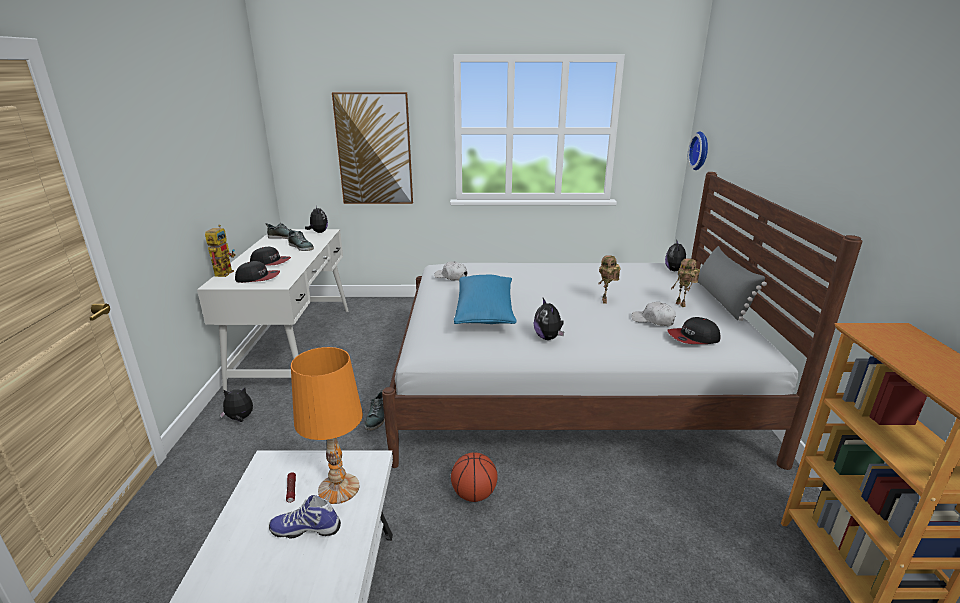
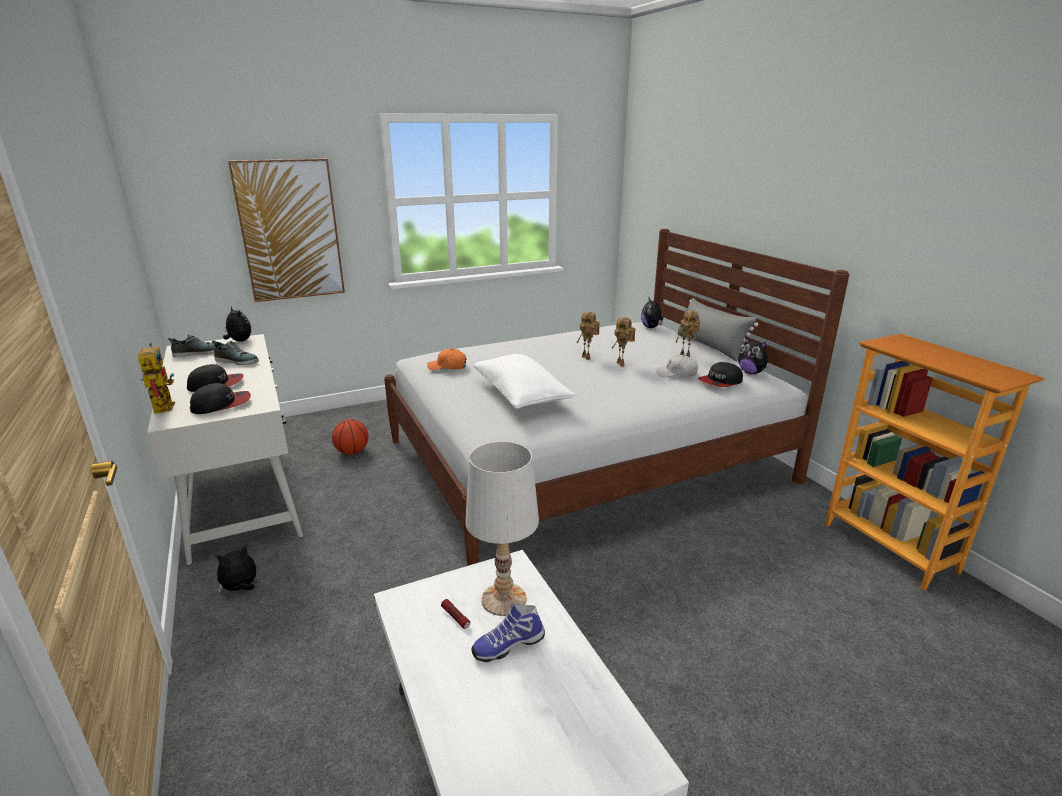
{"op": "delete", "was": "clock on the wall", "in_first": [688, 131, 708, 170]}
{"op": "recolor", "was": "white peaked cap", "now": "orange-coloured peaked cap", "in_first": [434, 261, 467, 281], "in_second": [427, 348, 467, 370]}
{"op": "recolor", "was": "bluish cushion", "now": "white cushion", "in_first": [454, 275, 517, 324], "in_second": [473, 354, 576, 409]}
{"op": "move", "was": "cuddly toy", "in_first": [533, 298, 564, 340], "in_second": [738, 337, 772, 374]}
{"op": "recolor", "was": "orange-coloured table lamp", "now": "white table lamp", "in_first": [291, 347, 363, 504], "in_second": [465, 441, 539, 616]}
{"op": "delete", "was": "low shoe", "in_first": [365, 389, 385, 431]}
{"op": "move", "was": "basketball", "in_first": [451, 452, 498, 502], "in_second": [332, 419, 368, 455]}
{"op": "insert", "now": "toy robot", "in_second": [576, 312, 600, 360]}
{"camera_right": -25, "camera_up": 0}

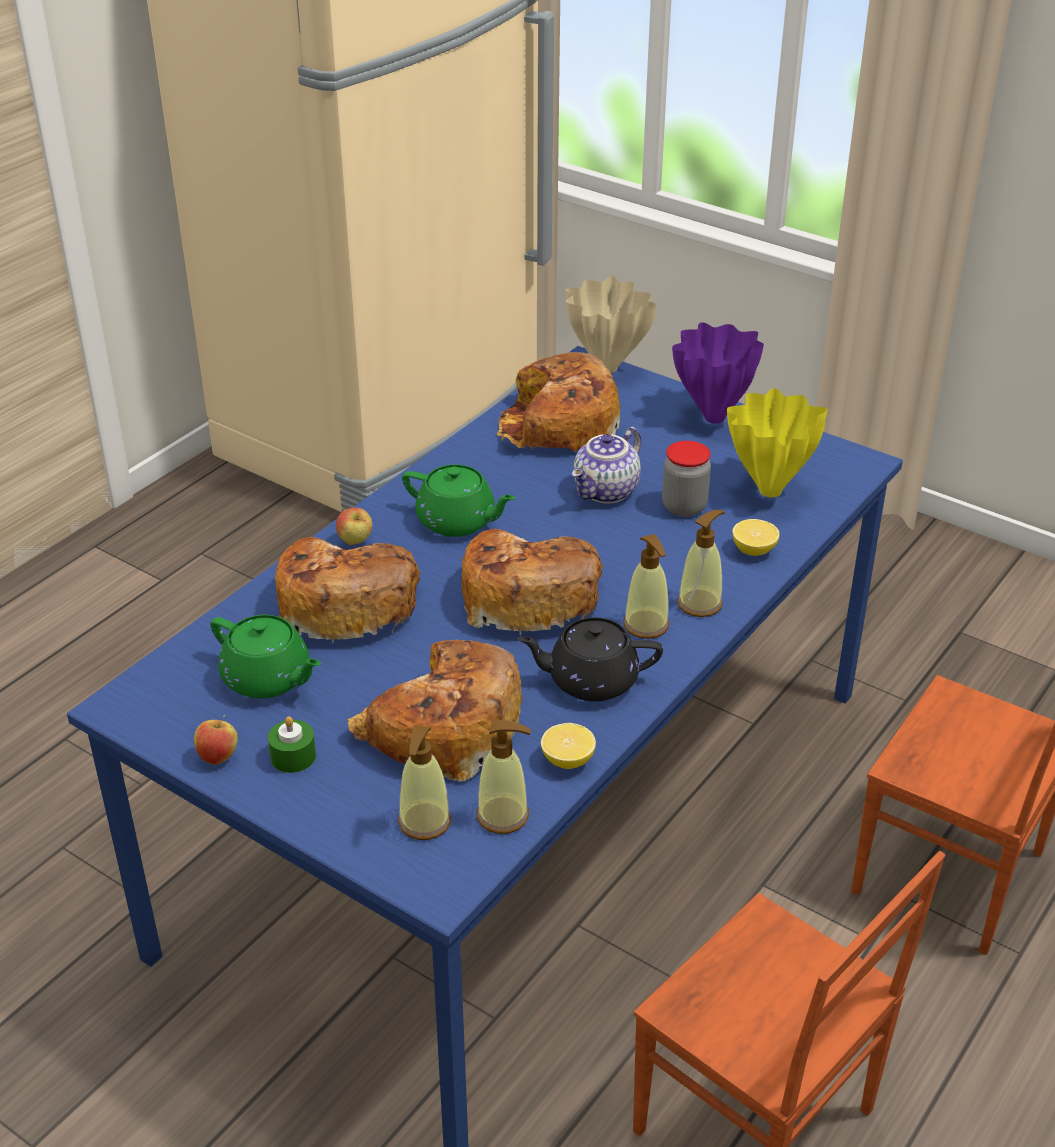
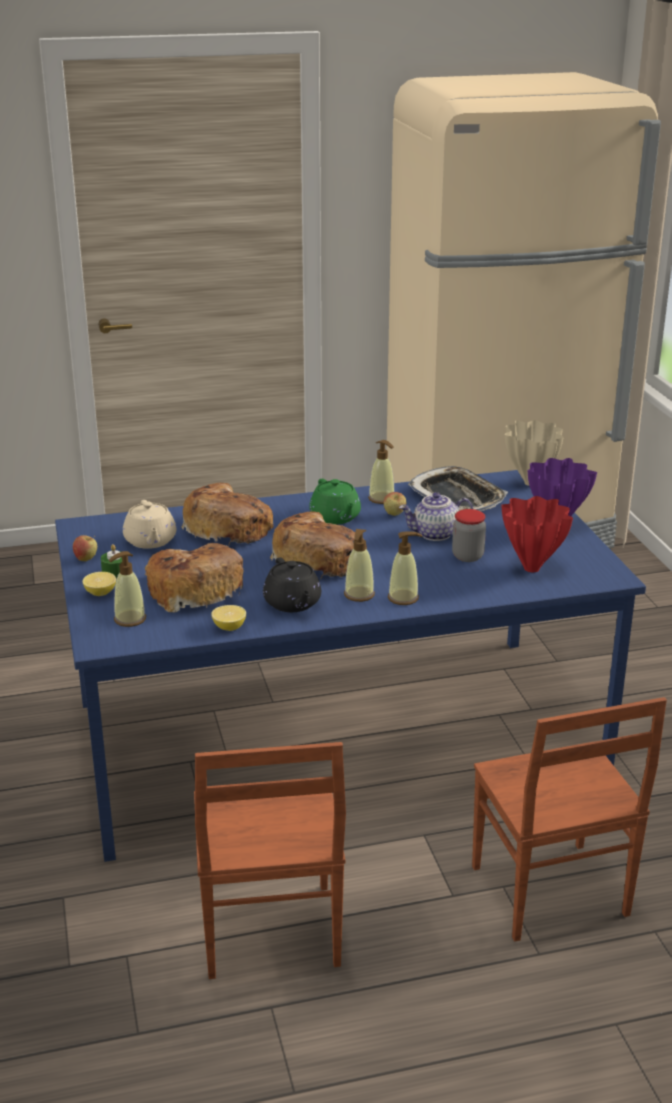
{"op": "replace", "was": "bread", "now": "serving tray", "in_first": [497, 352, 620, 452], "in_second": [408, 466, 508, 511]}
{"op": "recolor", "was": "yellow-coloured decorative vase", "now": "red-coloured decorative vase", "in_first": [727, 388, 828, 497], "in_second": [501, 496, 573, 572]}
{"op": "move", "was": "apple", "in_first": [336, 508, 372, 545], "in_second": [384, 492, 406, 516]}
{"op": "move", "was": "citrus fruit", "in_first": [732, 519, 779, 556], "in_second": [83, 572, 116, 596]}
{"op": "recolor", "was": "green-coloured pot for tea", "now": "beige pot for tea", "in_first": [210, 615, 321, 699], "in_second": [123, 500, 177, 549]}
{"op": "rotate", "was": "blackish pot for tea", "in_first": [517, 617, 663, 701], "in_second": [263, 557, 321, 612], "clockwise": -150}
{"op": "move", "was": "soap dispenser", "in_first": [476, 720, 531, 834], "in_second": [368, 440, 394, 504]}
{"camera_right": 40, "camera_up": -10}

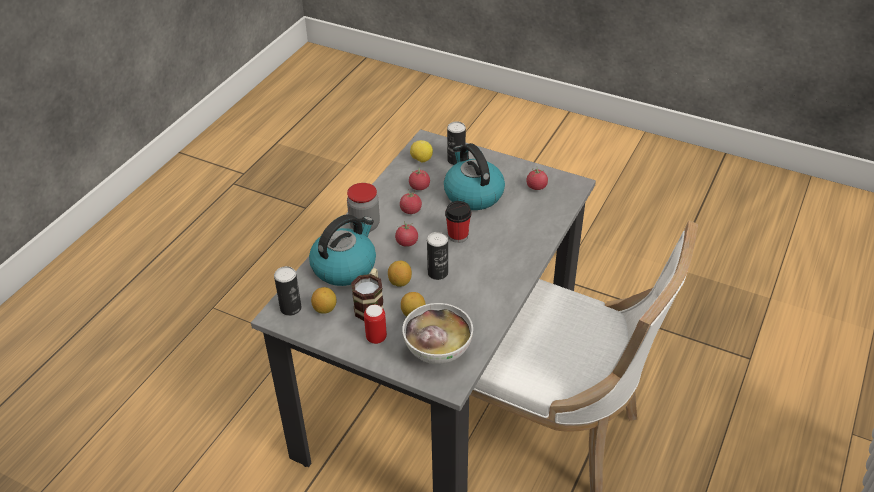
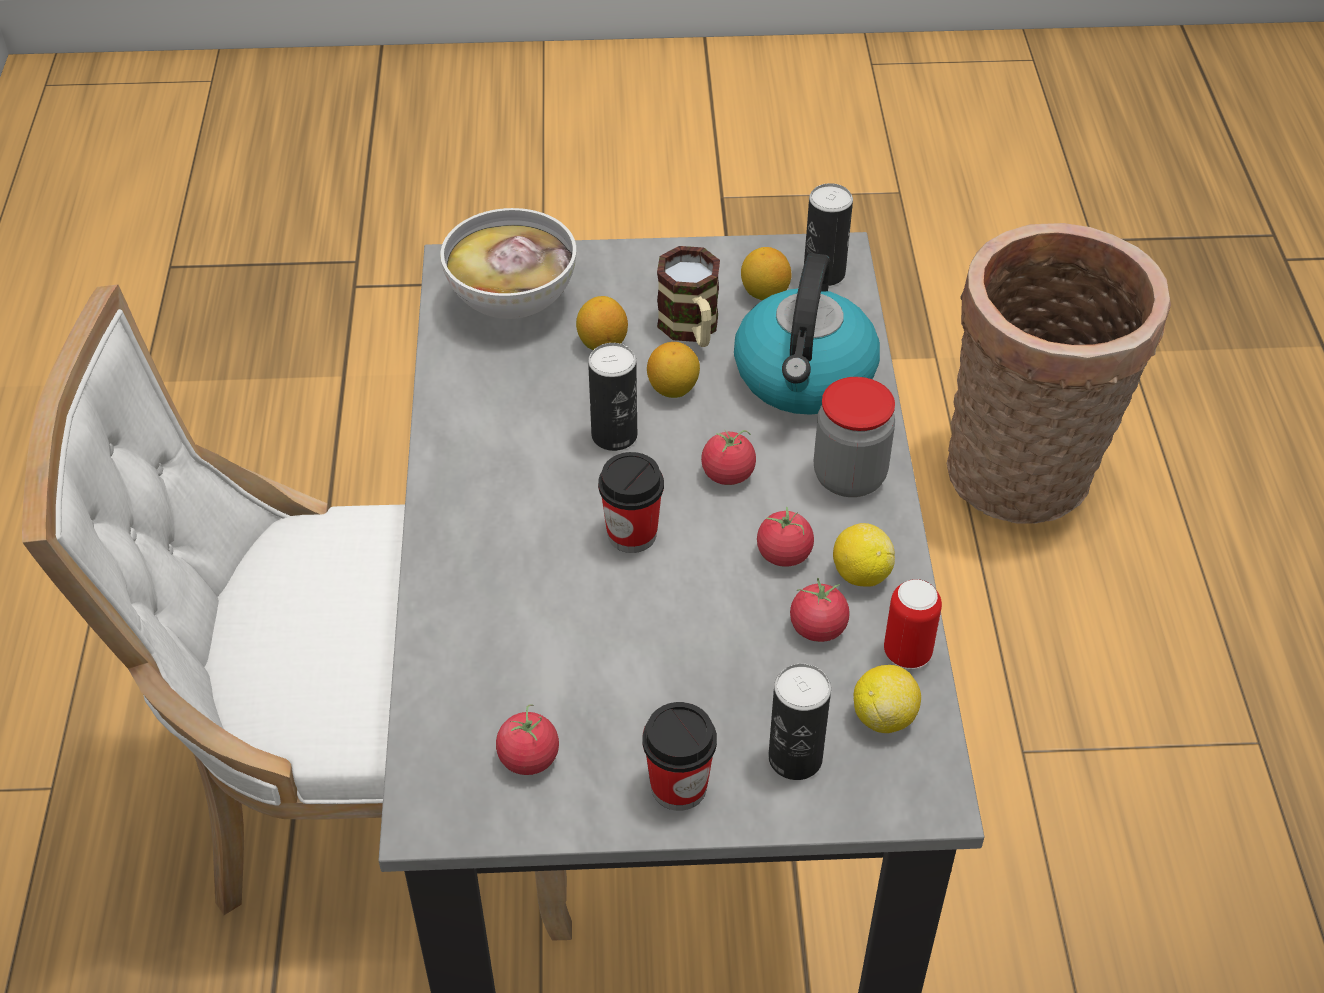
{"op": "delete", "was": "kettle", "in_first": [444, 143, 505, 210]}
{"op": "move", "was": "metal can", "in_first": [364, 304, 387, 344], "in_second": [884, 579, 942, 669]}
{"op": "insert", "now": "basket", "in_second": [947, 223, 1171, 524]}
{"op": "insert", "now": "citrus fruit", "in_second": [833, 523, 895, 587]}
{"op": "insert", "now": "drinking cup", "in_second": [642, 702, 717, 811]}
{"camera_right": 150, "camera_up": 5}

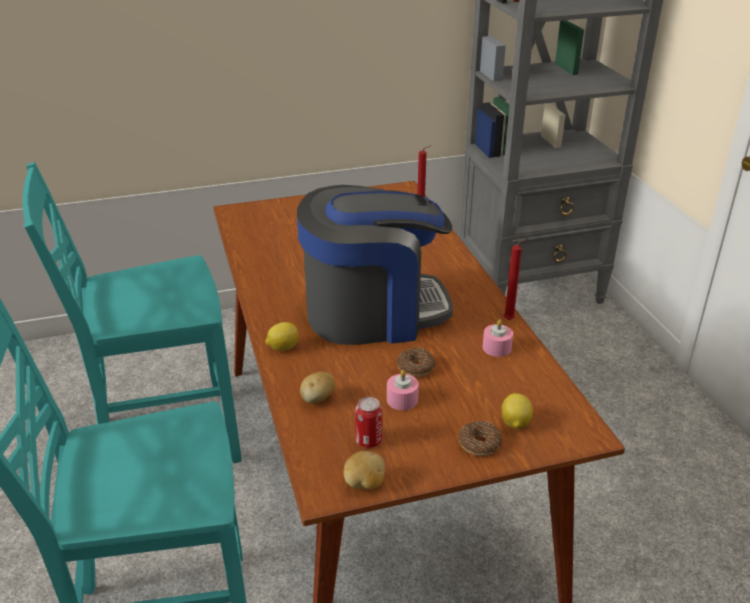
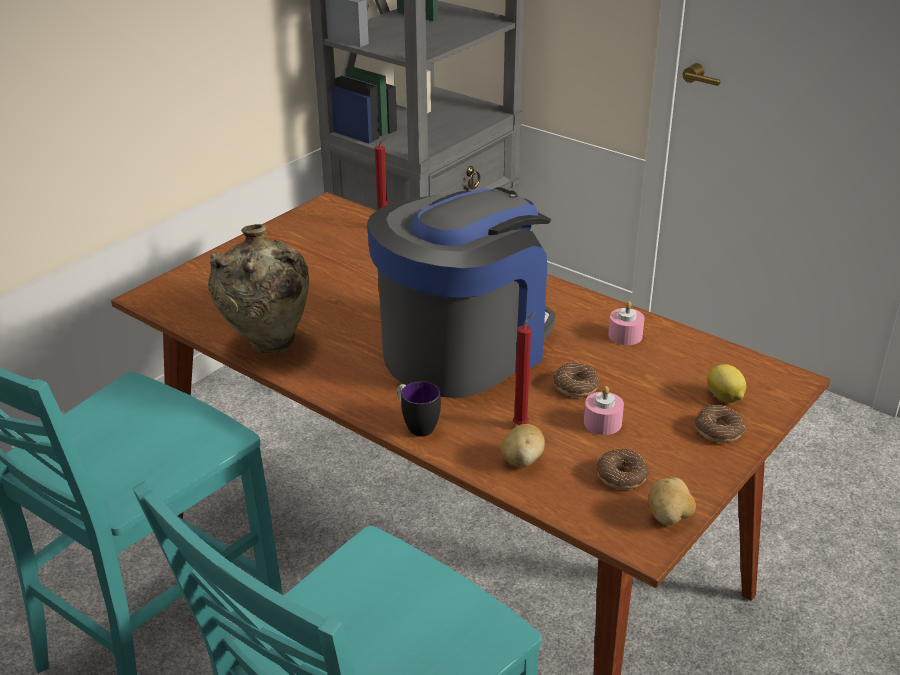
{"op": "move", "was": "red-coloured wax light", "in_first": [504, 238, 528, 320], "in_second": [513, 313, 535, 425]}
{"op": "replace", "was": "citrus fruit", "now": "coffee mug", "in_first": [265, 322, 299, 351], "in_second": [397, 381, 441, 437]}
{"op": "replace", "was": "metal can", "now": "ring doughnut", "in_first": [355, 397, 382, 448], "in_second": [596, 449, 649, 489]}
{"op": "insert", "now": "beige decorative vase", "in_second": [208, 224, 309, 354]}
{"camera_right": -35, "camera_up": 0}

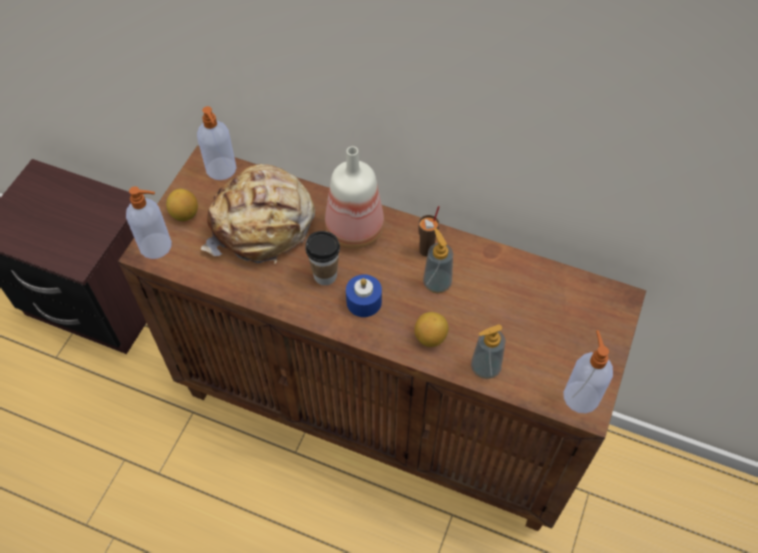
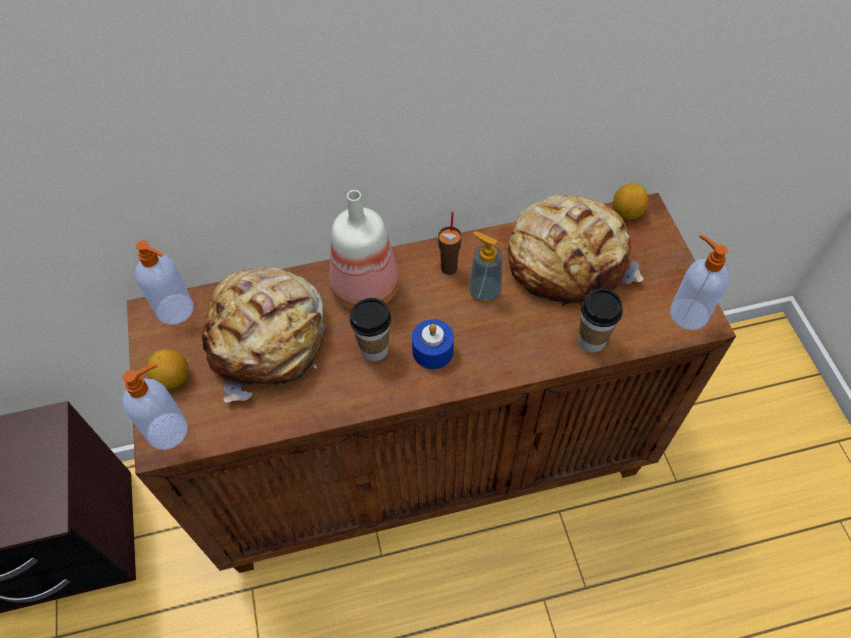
{"op": "move", "was": "citrus fruit", "in_first": [414, 312, 448, 347], "in_second": [613, 183, 648, 220]}
{"op": "replace", "was": "soap dispenser", "now": "drinking cup", "in_first": [471, 324, 506, 379], "in_second": [578, 288, 623, 353]}
{"op": "insert", "now": "bread", "in_second": [508, 194, 644, 306]}
{"camera_right": -35, "camera_up": 0}

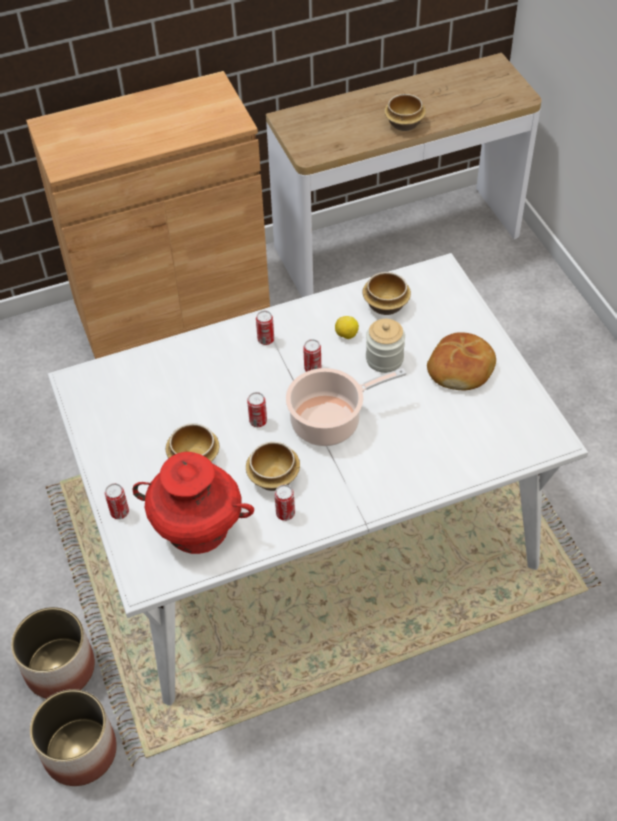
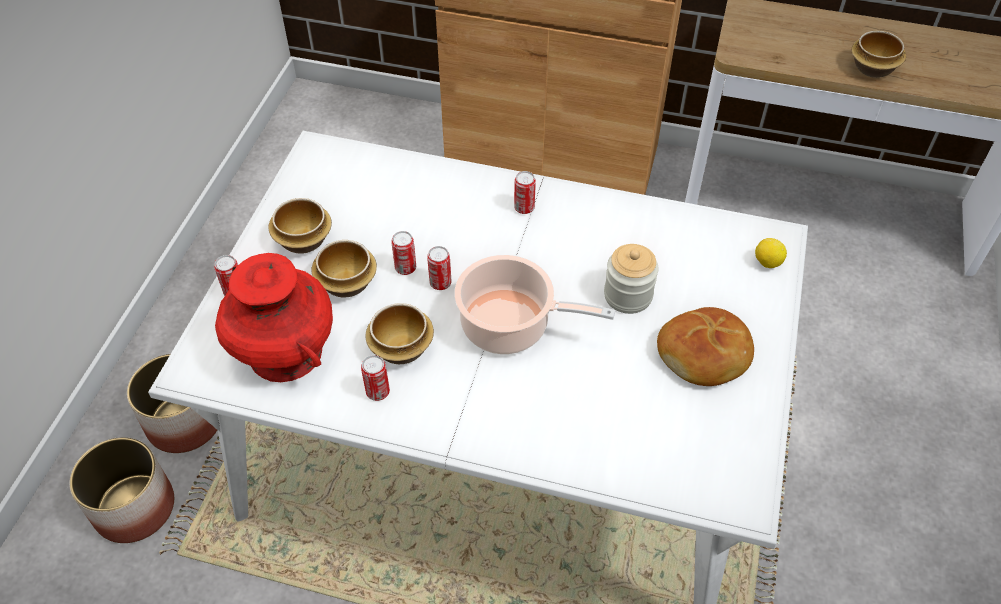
{"op": "move", "was": "bowl", "in_first": [362, 272, 411, 315], "in_second": [269, 198, 332, 254]}
{"op": "move", "was": "citrus fruit", "in_first": [335, 316, 359, 339], "in_second": [755, 238, 787, 268]}
{"op": "move", "was": "metal can", "in_first": [303, 339, 321, 372], "in_second": [391, 231, 416, 275]}
{"camera_right": 35, "camera_up": 0}

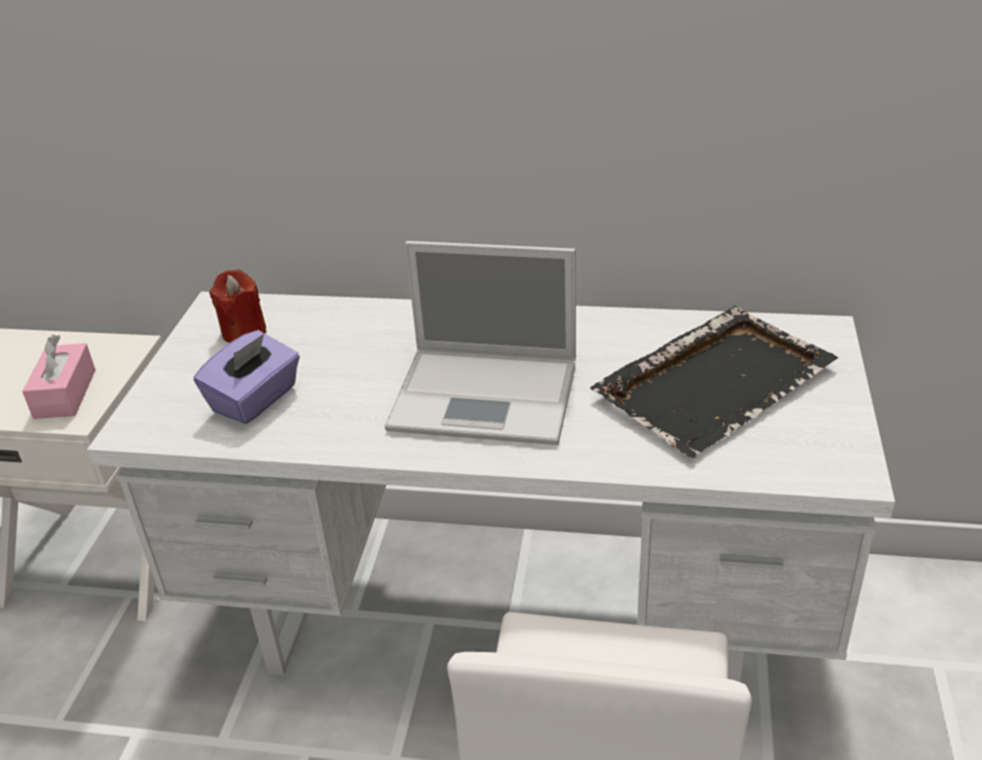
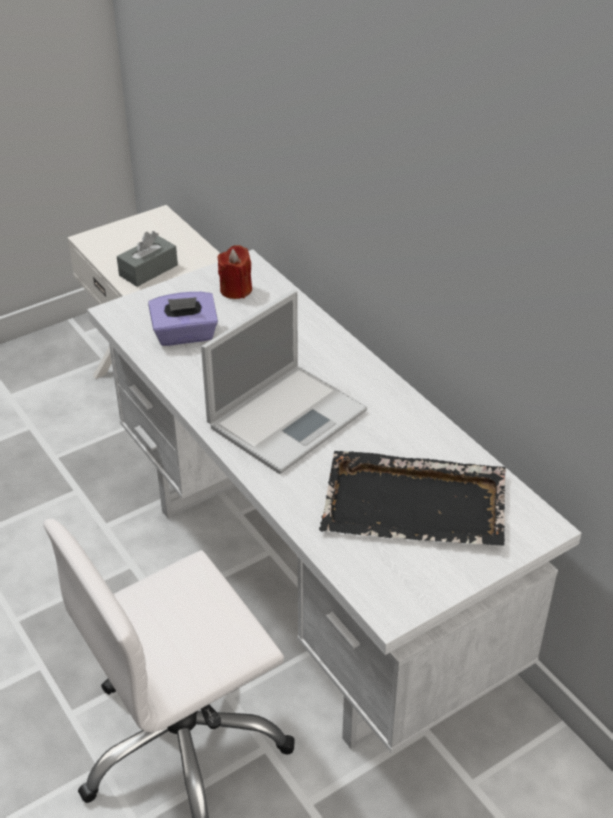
{"op": "rotate", "was": "notebook computer", "in_first": [385, 241, 576, 445], "in_second": [201, 290, 367, 474], "clockwise": -105}
{"op": "recolor", "was": "pinkish box of tissues", "now": "greyish box of tissues", "in_first": [22, 335, 96, 419], "in_second": [117, 231, 178, 287]}
{"camera_right": 45, "camera_up": 5}

